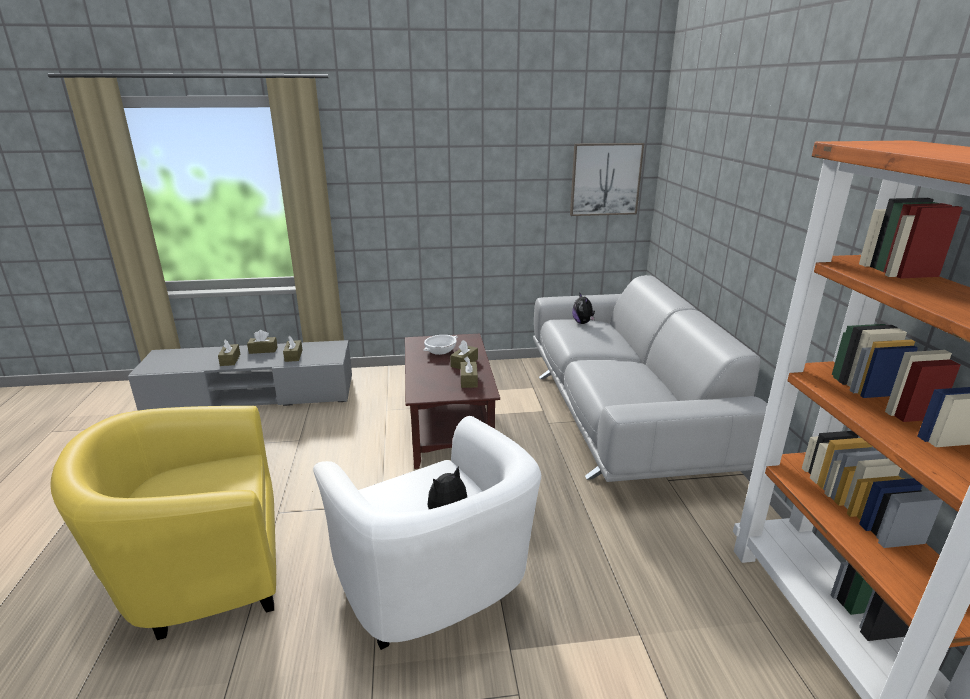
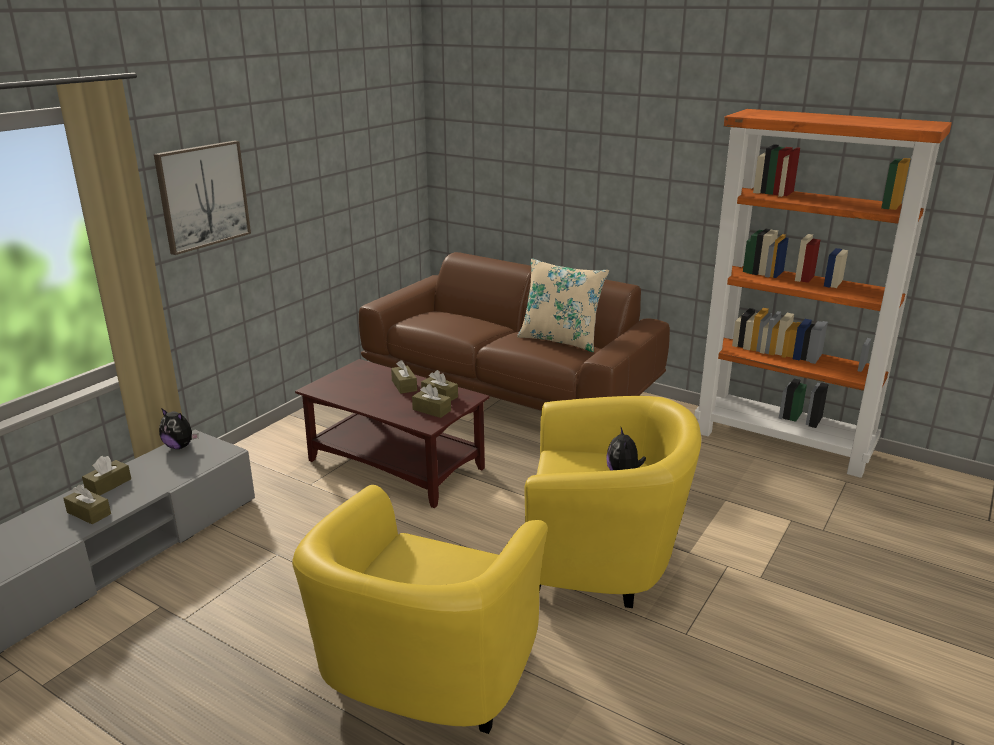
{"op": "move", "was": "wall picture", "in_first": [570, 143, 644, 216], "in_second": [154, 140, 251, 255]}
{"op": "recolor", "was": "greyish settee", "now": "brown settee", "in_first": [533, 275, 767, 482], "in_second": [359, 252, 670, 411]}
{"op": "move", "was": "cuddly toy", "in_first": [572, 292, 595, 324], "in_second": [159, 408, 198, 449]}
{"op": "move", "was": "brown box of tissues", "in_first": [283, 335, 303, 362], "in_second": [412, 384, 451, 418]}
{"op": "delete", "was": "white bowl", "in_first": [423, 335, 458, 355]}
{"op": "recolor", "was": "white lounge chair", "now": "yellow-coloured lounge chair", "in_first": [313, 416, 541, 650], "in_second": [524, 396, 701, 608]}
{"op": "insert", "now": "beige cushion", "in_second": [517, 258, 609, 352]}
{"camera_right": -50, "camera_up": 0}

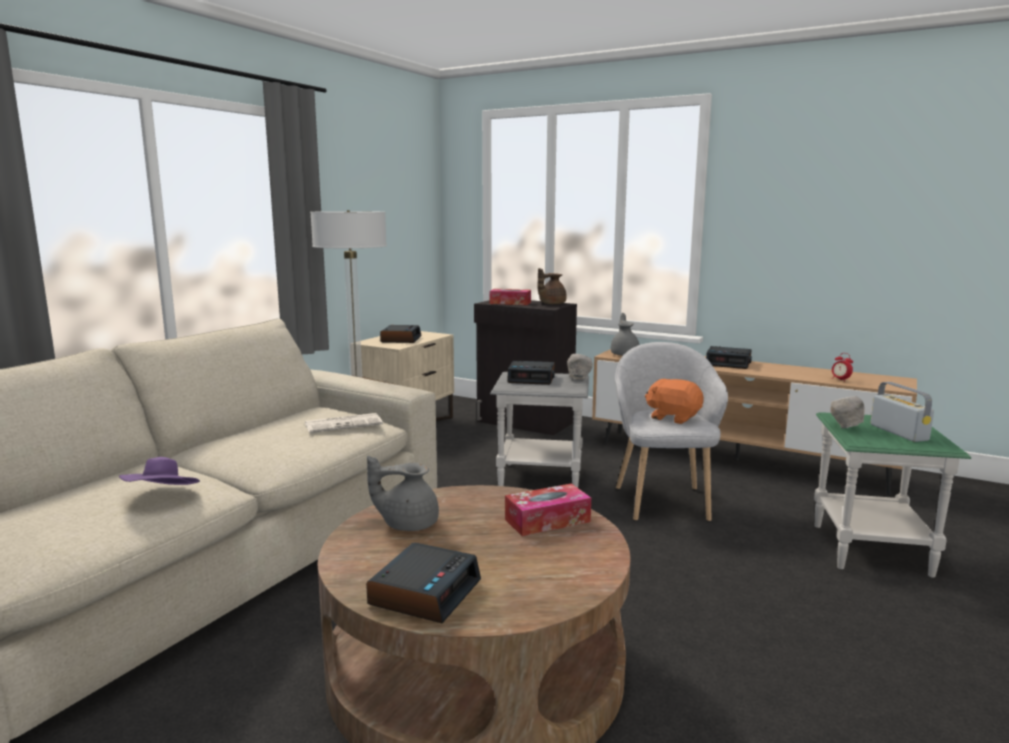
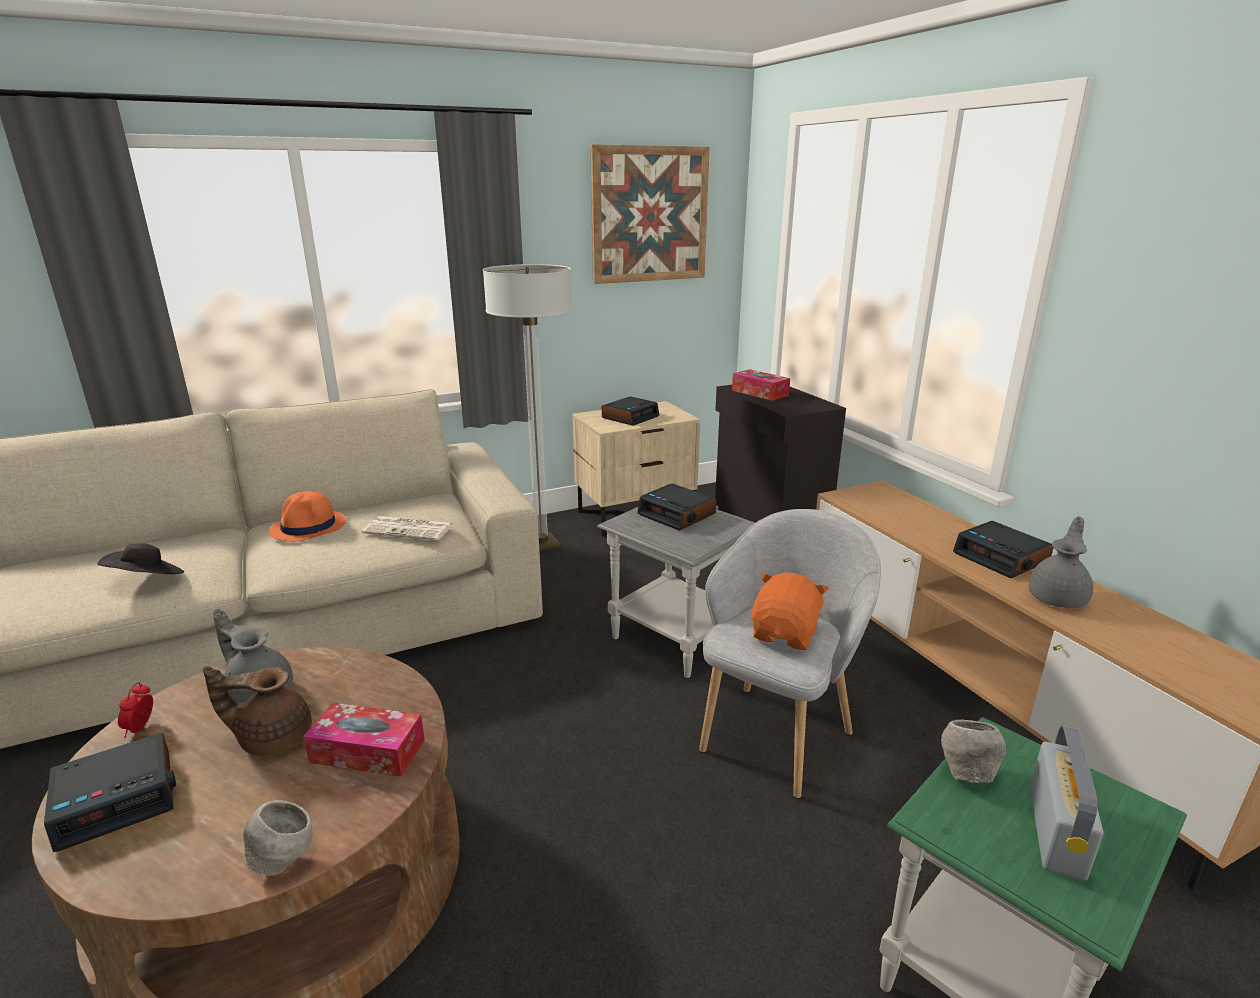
{"op": "move", "was": "brown pot for tea", "in_first": [537, 268, 566, 304], "in_second": [203, 666, 312, 756]}
{"op": "move", "was": "greyish pot for tea", "in_first": [611, 313, 639, 356], "in_second": [1029, 516, 1093, 608]}
{"op": "move", "was": "alarm clock", "in_first": [832, 353, 853, 382], "in_second": [118, 682, 153, 738]}
{"op": "move", "was": "greyish bowl", "in_first": [567, 354, 593, 380], "in_second": [243, 800, 312, 876]}
{"op": "rotate", "was": "orange-coloured cuddly toy", "in_first": [645, 379, 704, 424], "in_second": [751, 572, 829, 650], "clockwise": 45}
{"op": "recolor", "was": "purple-coloured hat", "now": "blackish hat", "in_first": [119, 457, 200, 485], "in_second": [97, 543, 184, 574]}
{"op": "insert", "now": "wall picture", "in_second": [590, 144, 710, 284]}
{"op": "insert", "now": "orange-coloured hat", "in_second": [269, 491, 346, 541]}
{"camera_right": 35, "camera_up": 10}

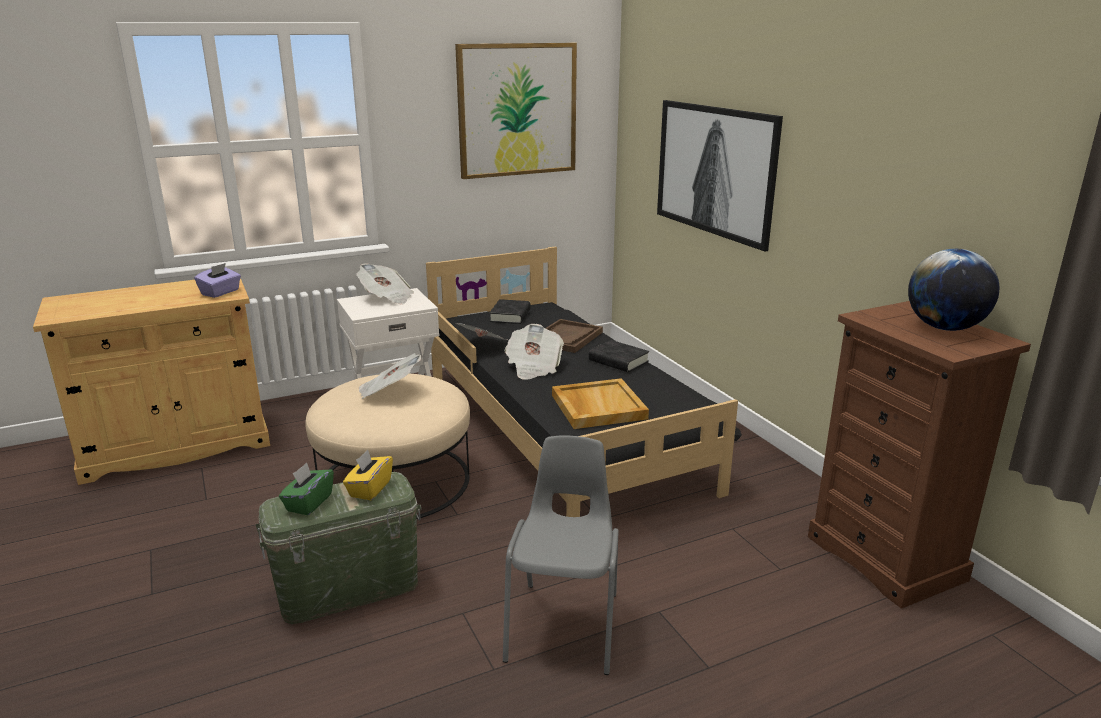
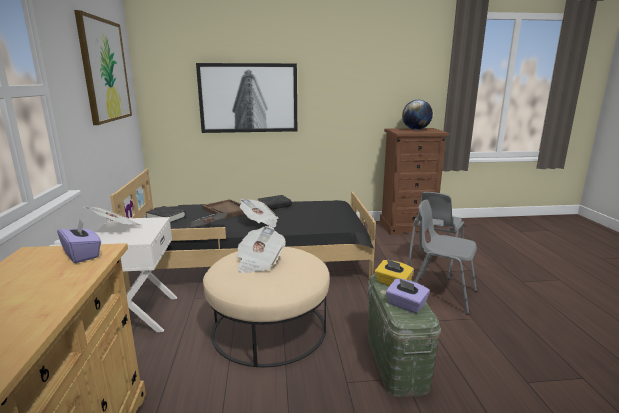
{"op": "delete", "was": "beige serving tray", "in_first": [552, 378, 649, 429]}
{"op": "recolor", "was": "green-coloured box of tissues", "now": "purple-coloured box of tissues", "in_first": [279, 463, 334, 515], "in_second": [386, 278, 430, 313]}
{"op": "insert", "now": "greyish upright chair", "in_second": [407, 192, 465, 279]}
{"camera_right": -70, "camera_up": -5}

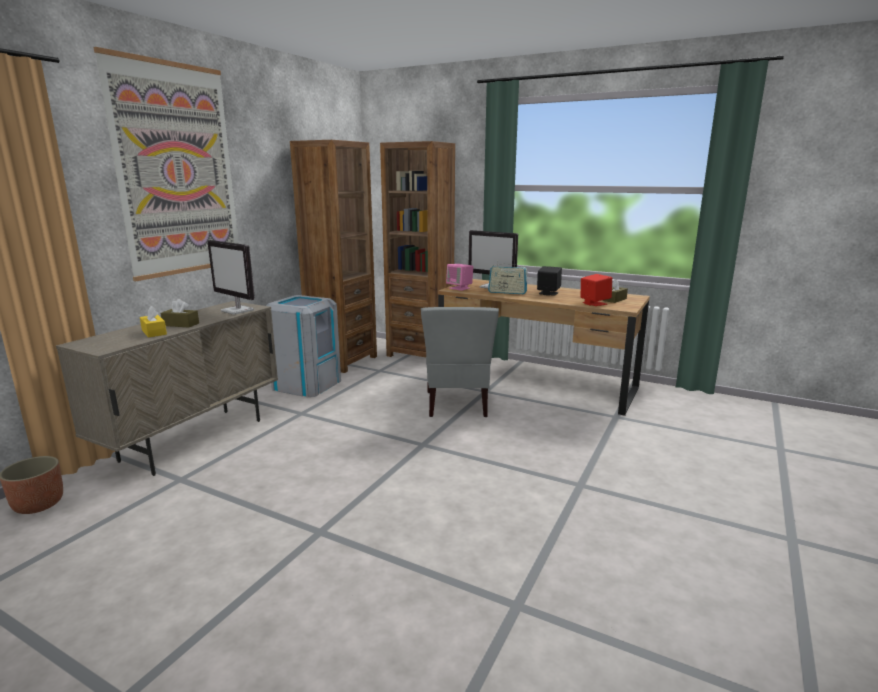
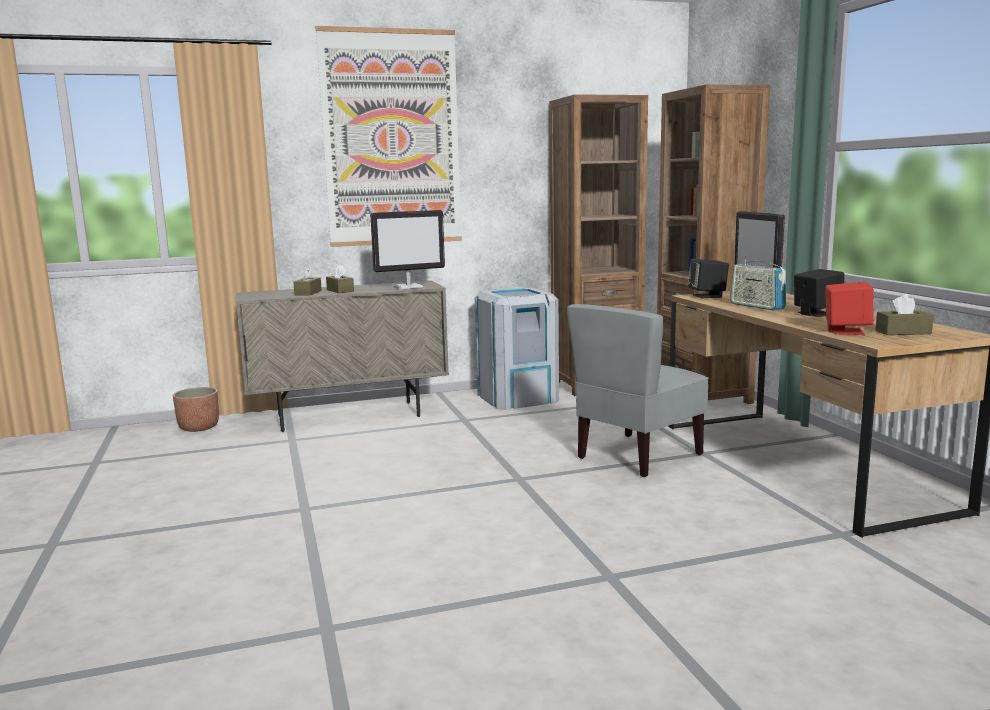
{"op": "rotate", "was": "computer display", "in_first": [208, 240, 255, 314], "in_second": [370, 210, 445, 290], "clockwise": -105}
{"op": "recolor", "was": "pinkish speaker", "now": "blackish speaker", "in_first": [446, 264, 473, 291], "in_second": [688, 259, 729, 298]}
{"op": "recolor", "was": "yellow-coloured box of tissues", "now": "brown box of tissues", "in_first": [140, 306, 167, 338], "in_second": [293, 266, 322, 296]}
{"camera_right": 45, "camera_up": -5}

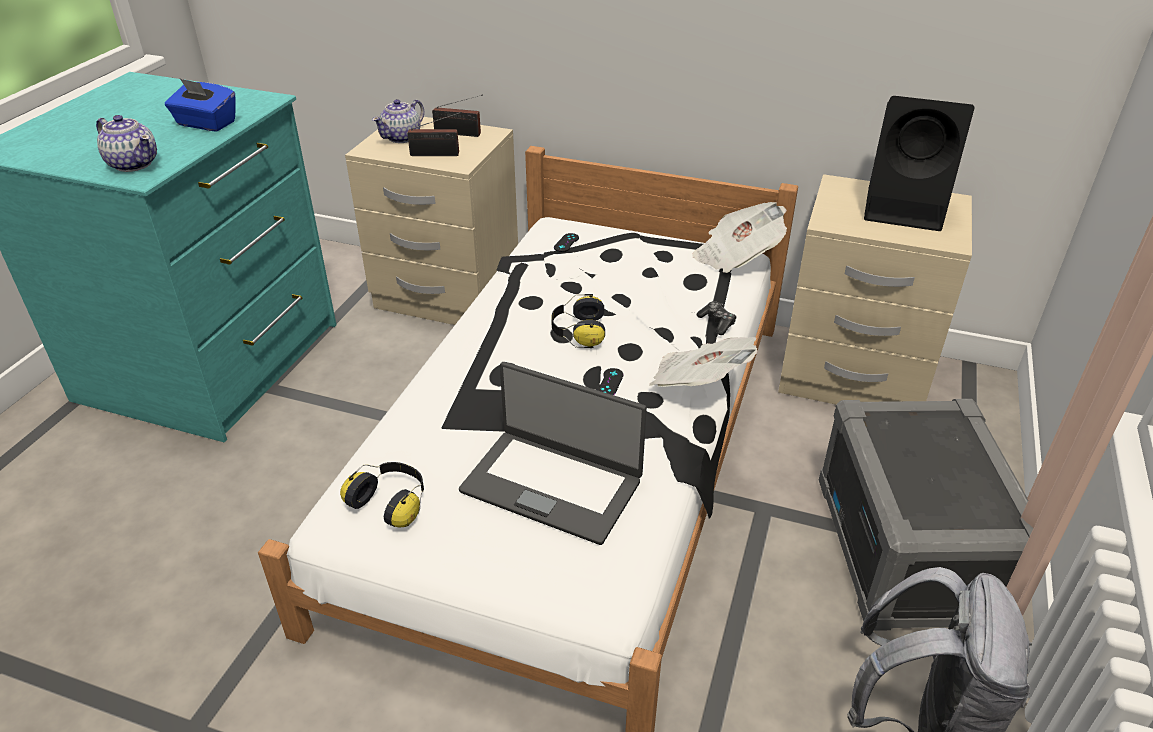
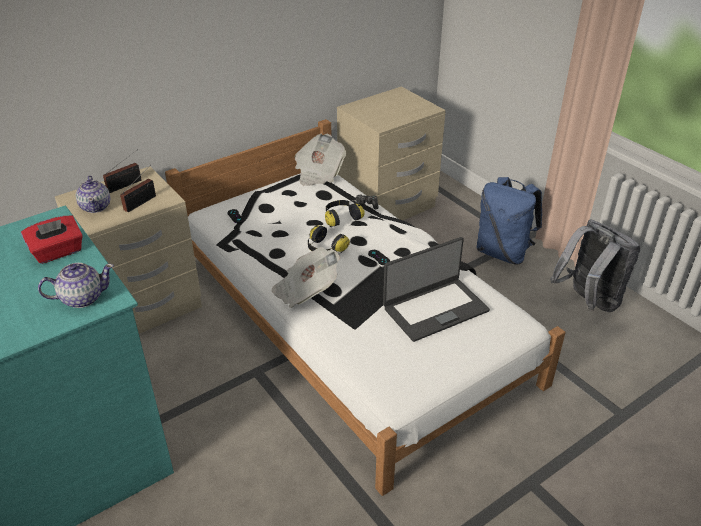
{"op": "recolor", "was": "bluish box of tissues", "now": "red-coloured box of tissues", "in_first": [165, 78, 236, 132], "in_second": [21, 216, 83, 264]}
{"op": "delete", "was": "blackish speaker", "in_first": [864, 96, 974, 231]}
{"op": "move", "was": "daily paper", "in_first": [650, 337, 757, 387], "in_second": [271, 247, 340, 308]}
{"op": "replace", "was": "greyish storage container", "now": "bluish rucksack", "in_first": [819, 399, 1033, 631], "in_second": [476, 177, 542, 265]}
{"op": "move", "was": "pair of headphones", "in_first": [340, 462, 424, 527], "in_second": [325, 200, 365, 227]}
{"camera_right": -55, "camera_up": 0}

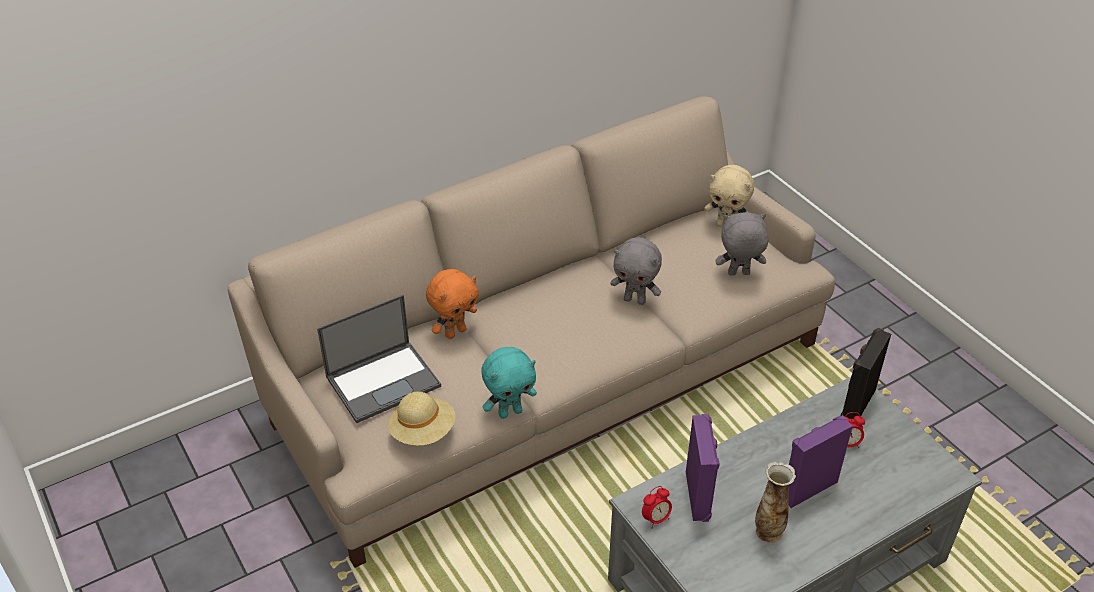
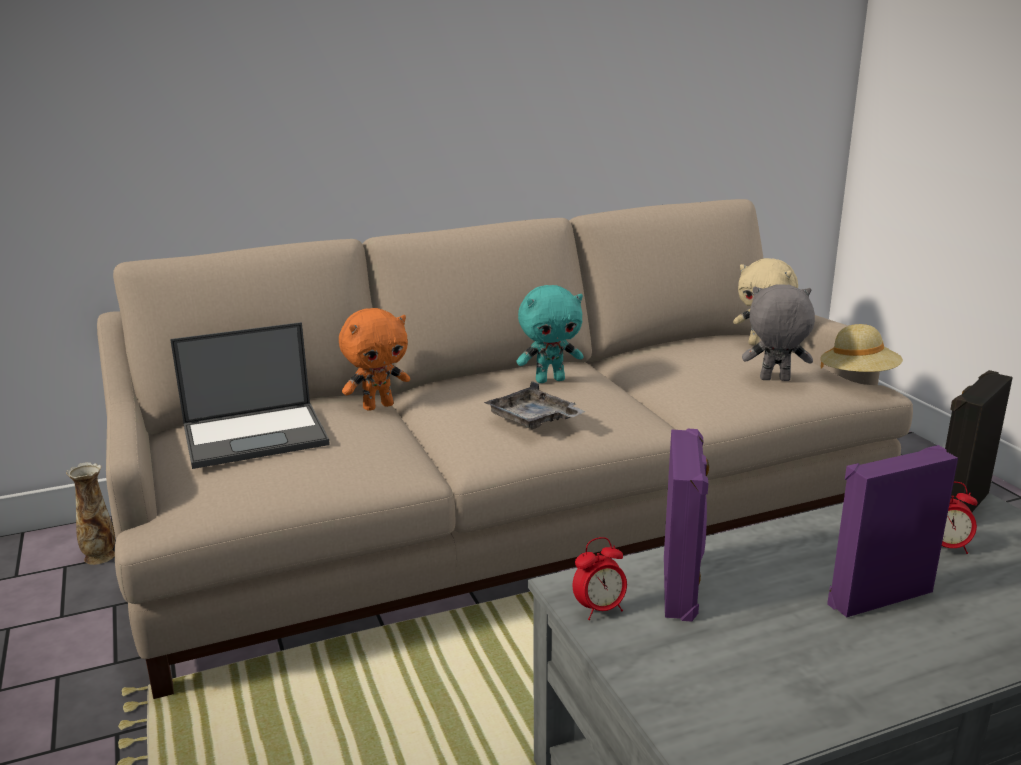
{"op": "delete", "was": "greyish cuddly toy", "in_first": [610, 237, 662, 305]}
{"op": "move", "was": "turquoise cuddly toy", "in_first": [481, 347, 537, 419], "in_second": [516, 285, 584, 383]}
{"op": "move", "was": "beige hat", "in_first": [388, 392, 455, 446], "in_second": [820, 324, 903, 372]}
{"op": "move", "was": "decorative vase", "in_first": [755, 462, 796, 543], "in_second": [66, 462, 115, 565]}
{"op": "insert", "now": "greyish serving tray", "in_second": [484, 381, 586, 430]}
{"camera_right": 10, "camera_up": -20}

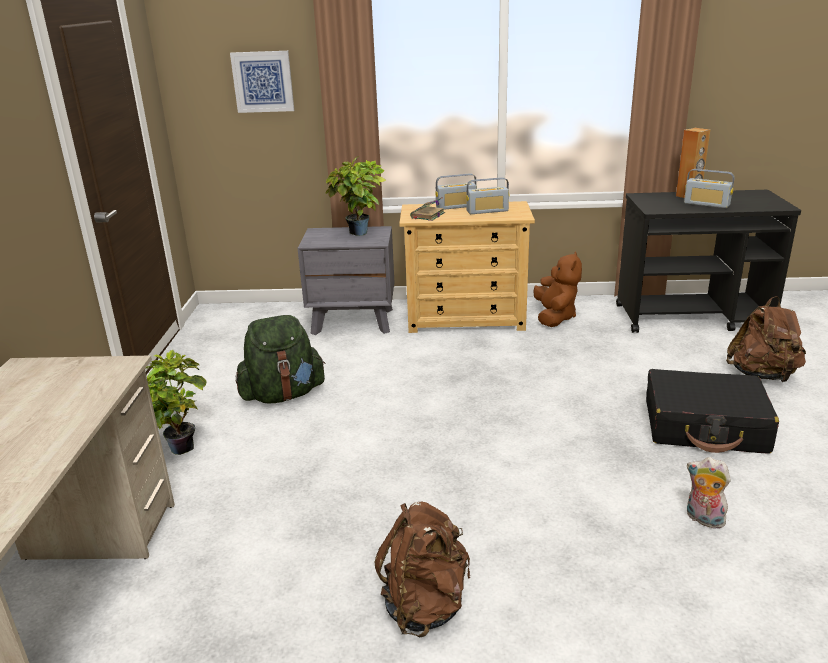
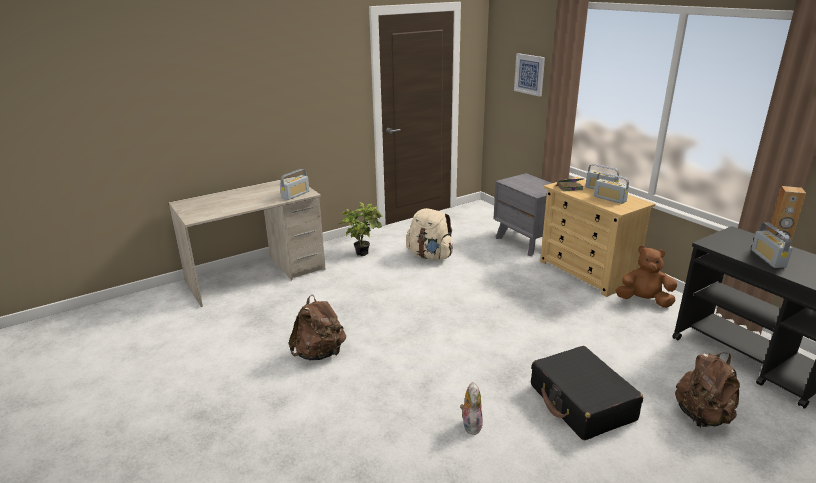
{"op": "delete", "was": "potted plant", "in_first": [325, 156, 386, 236]}
{"op": "rotate", "was": "brown cuddly toy", "in_first": [533, 251, 582, 327], "in_second": [615, 246, 677, 308], "clockwise": -135}
{"op": "recolor", "was": "green-coloured rucksack", "now": "beige rucksack", "in_first": [236, 315, 326, 403], "in_second": [406, 208, 453, 260]}
{"op": "insert", "now": "radio", "in_second": [280, 169, 309, 200]}
{"camera_right": 55, "camera_up": 0}

